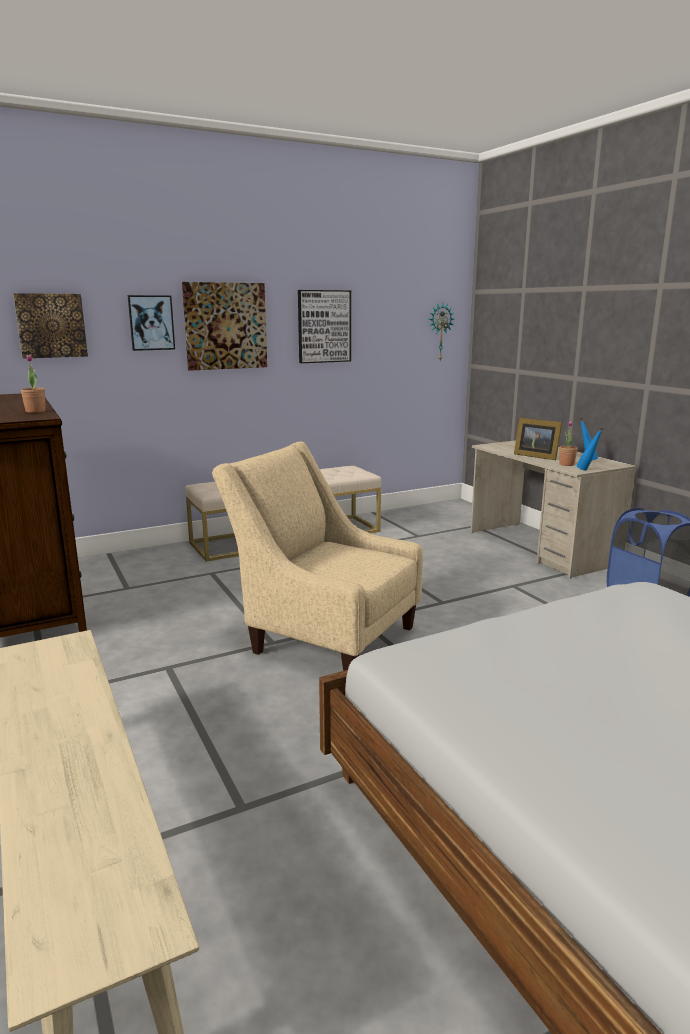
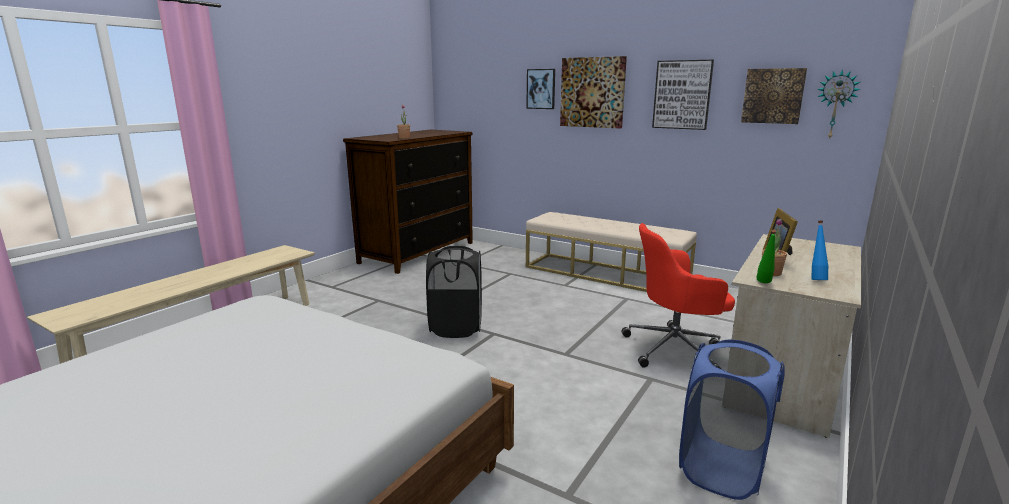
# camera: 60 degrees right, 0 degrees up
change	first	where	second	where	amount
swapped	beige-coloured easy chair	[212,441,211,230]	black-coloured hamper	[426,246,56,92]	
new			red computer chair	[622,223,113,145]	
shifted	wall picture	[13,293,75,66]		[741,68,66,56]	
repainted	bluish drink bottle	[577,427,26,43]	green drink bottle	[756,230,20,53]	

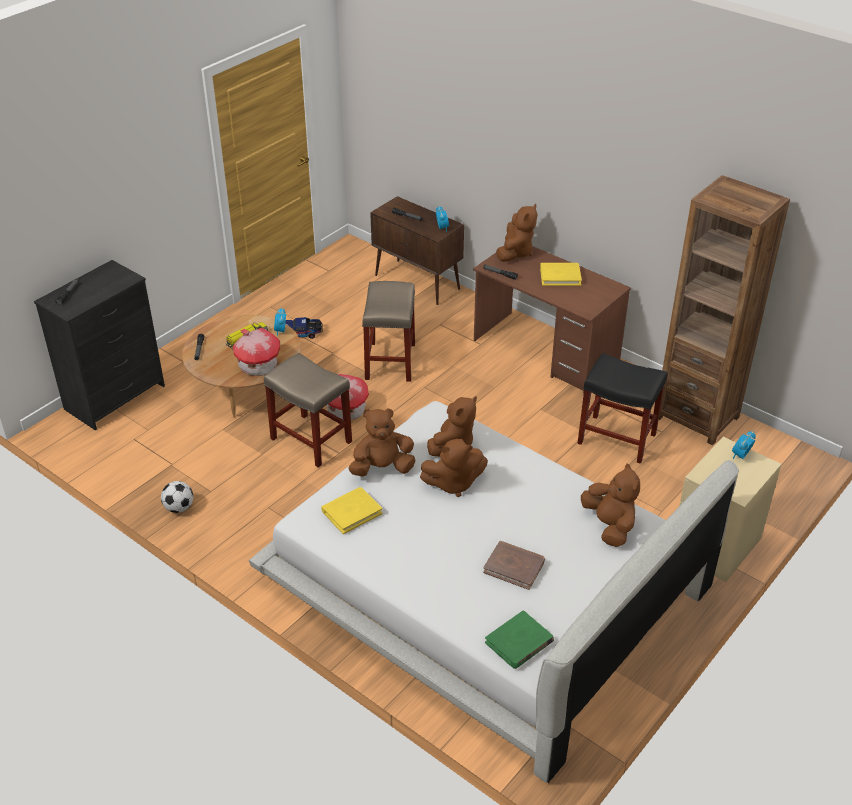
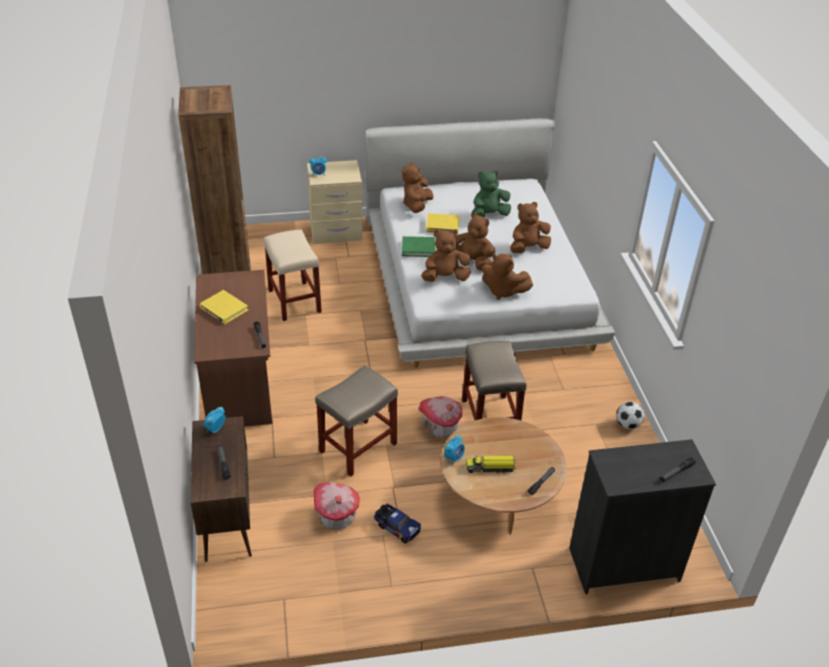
# camera: 140 degrees left, 0 degrees up
change	first	where	second	where	amount
repainted	black-coloured stool	[578,353,89,111]	beige-coloured stool	[264,230,58,91]	
shifted	model house	[233,328,47,48]		[314,482,46,48]	
shifted	green volume	[485,610,69,59]		[402,236,33,21]	
shifted	yellow volume	[321,487,62,47]		[426,213,34,21]	
swapped	brown-coloured volume	[483,541,62,49]	green cuddly toy	[471,170,40,47]	
shifted	brown-coloured cuddly toy	[496,204,41,58]		[510,202,41,51]	

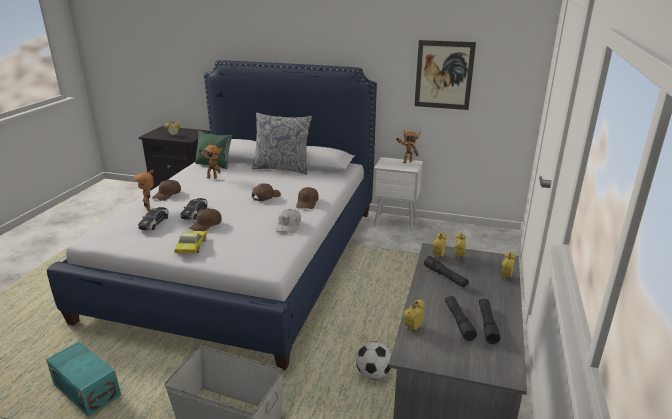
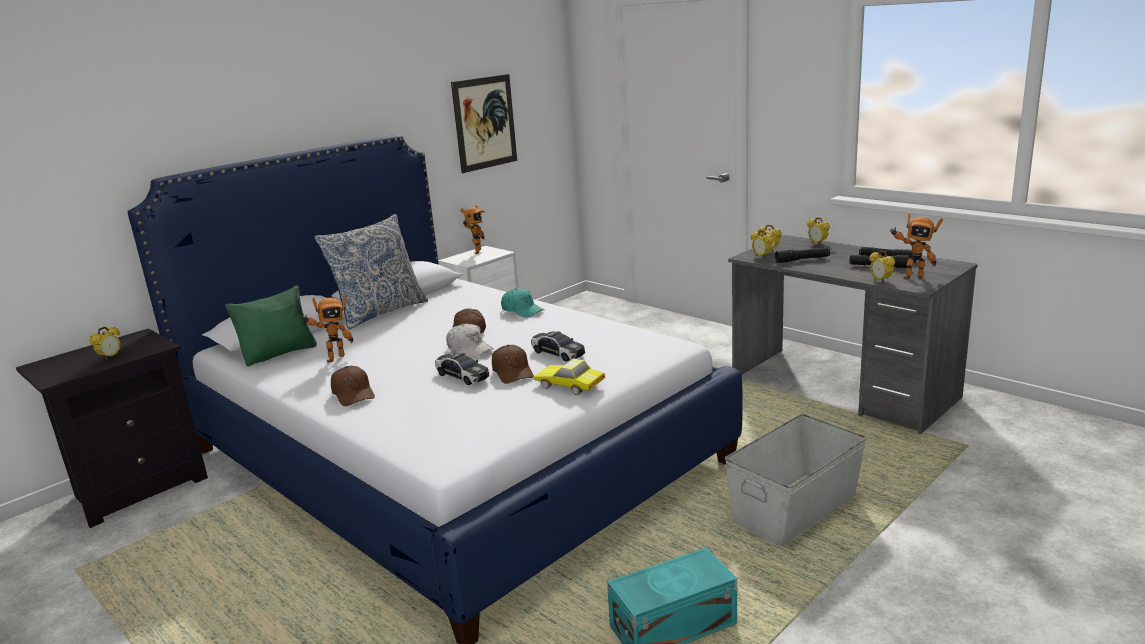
# camera: 60 degrees left, 5 degrees down
change	first	where	second	where	amount
shifted	white-coloured baseball cap	[276,209,25,24]		[446,324,48,34]	
repainted	brown-coloured baseball cap	[296,187,23,22]	turquoise-coloured baseball cap	[501,288,43,30]	
shifted	toy car	[138,207,31,23]		[531,331,54,31]	
shifted	toy robot	[134,170,20,41]		[890,213,53,66]	
gone	ball for football	[356,341,35,38]			

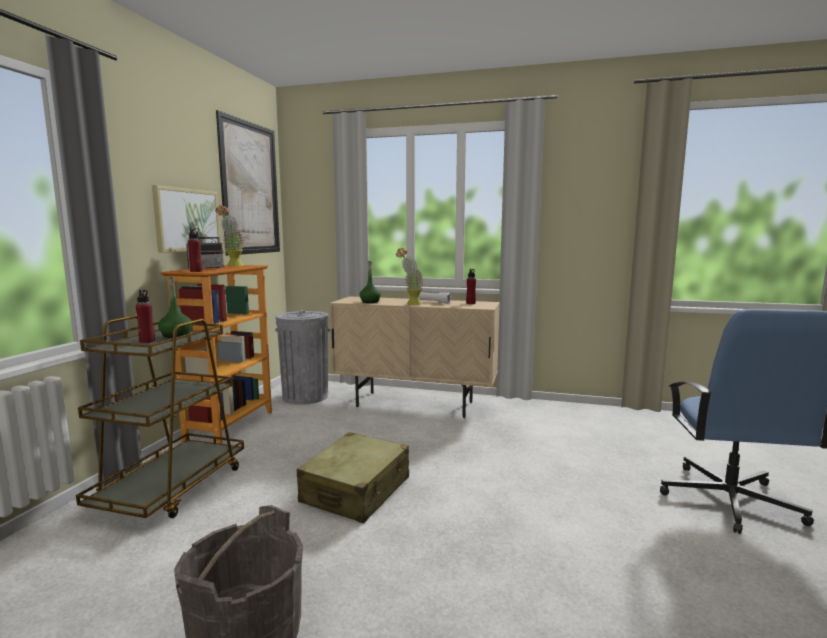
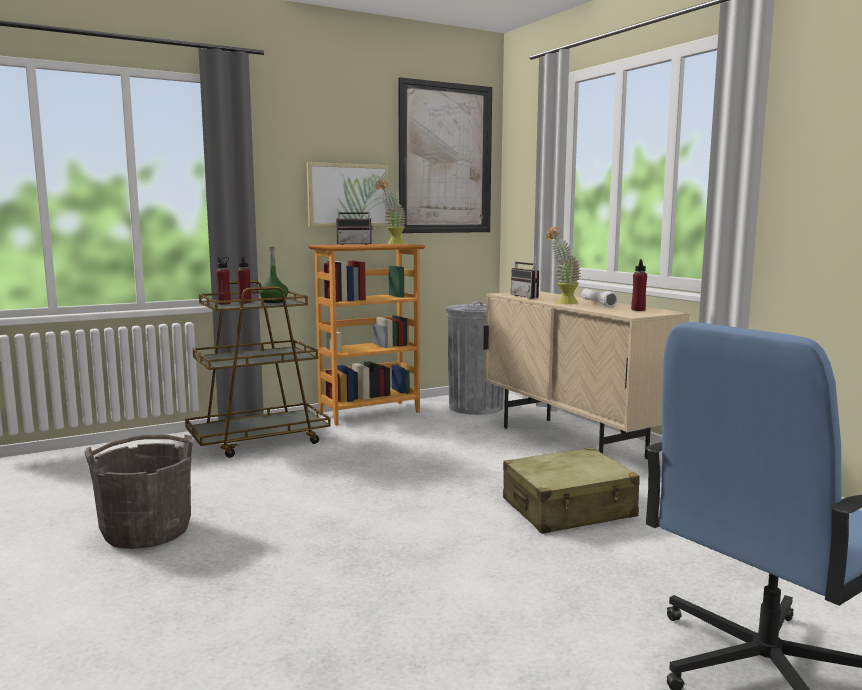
# camera: 45 degrees right, 0 degrees up
change	first	where	second	where	amount
shifted	red drink bottle	[188,228,15,44]		[216,257,15,48]	
shifted	beige-coloured piece of luggage	[297,432,112,91]		[503,447,137,87]	
swapped	green drink bottle	[360,261,21,42]	radio	[511,254,28,45]	

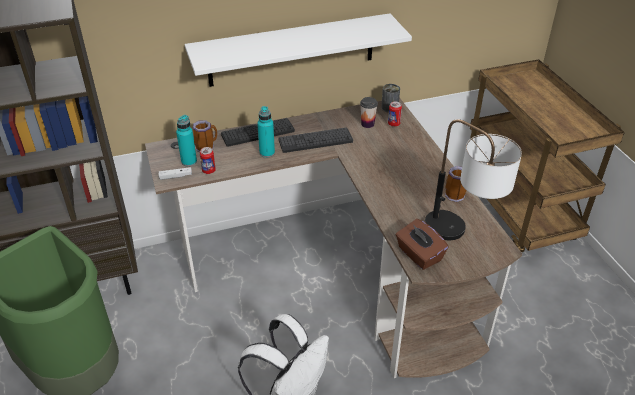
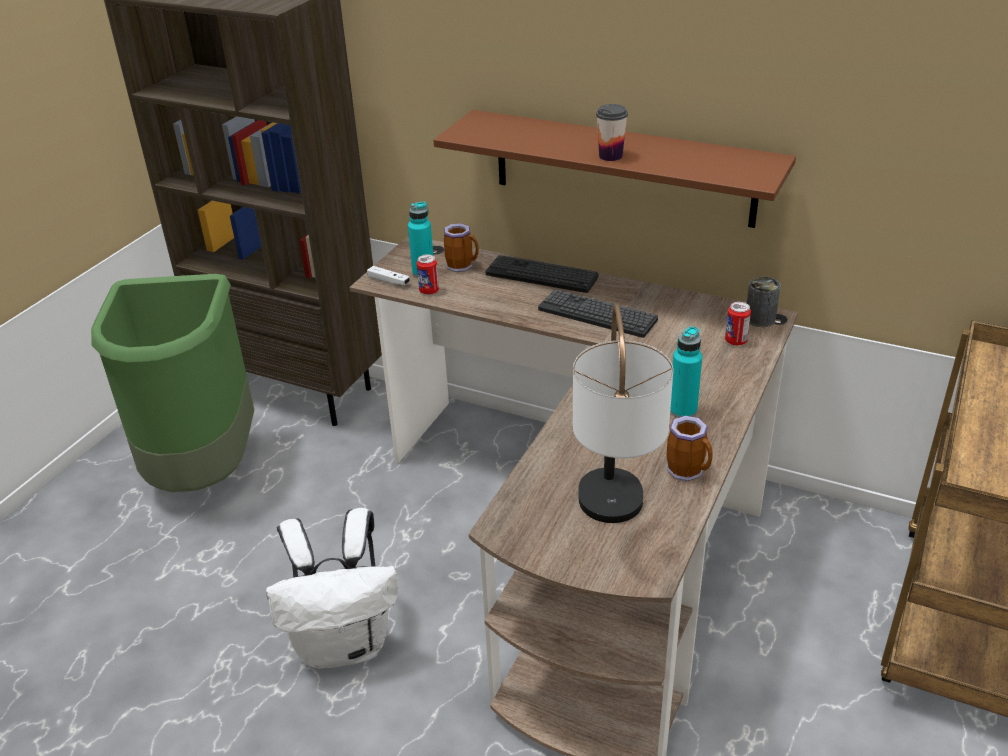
# camera: 45 degrees right, 5 degrees down
change	first	where	second	where	amount
repainted	white-coloured bracket shelf	[185,13,227,74]	brown-coloured bracket shelf	[434,110,362,118]	
shifted	small cup	[360,97,18,31]		[596,104,32,57]	
shifted	turquoise-coloured drink bottle	[257,106,18,52]		[670,326,32,92]	
gone	brown-coloured tissue holder	[396,219,53,51]			

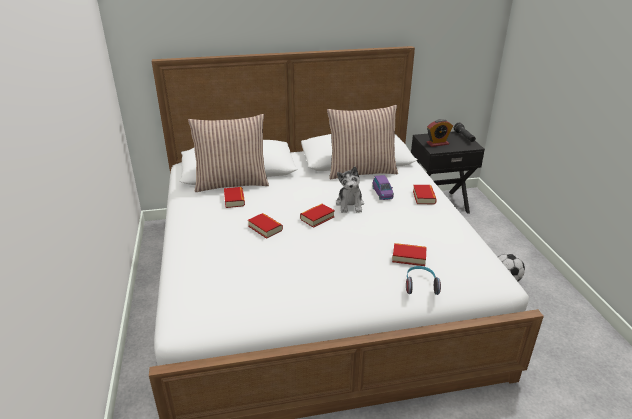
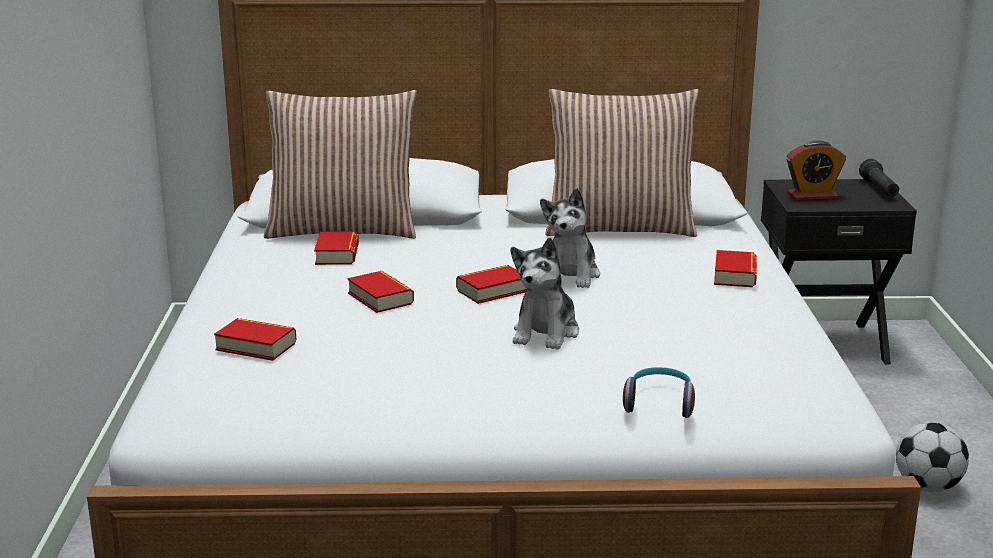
# camera: 10 degrees right, 10 degrees down
change	first	where	second	where	amount
shifted	volume	[392,243,34,23]		[214,318,82,43]	
new			cuddly toy	[511,237,68,113]	
gone	purple-coloured toy car	[372,175,22,25]			

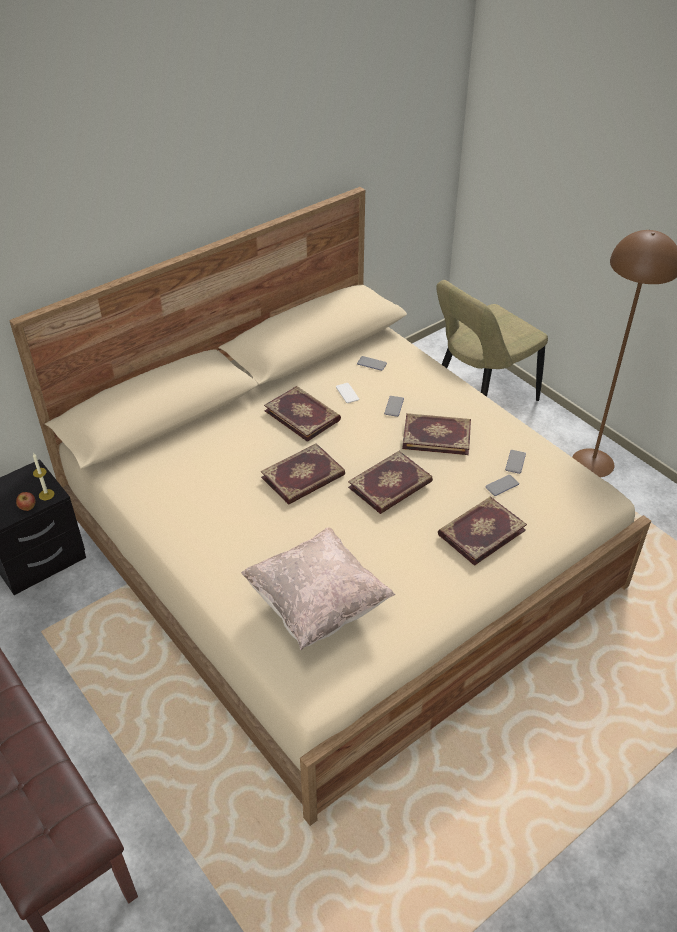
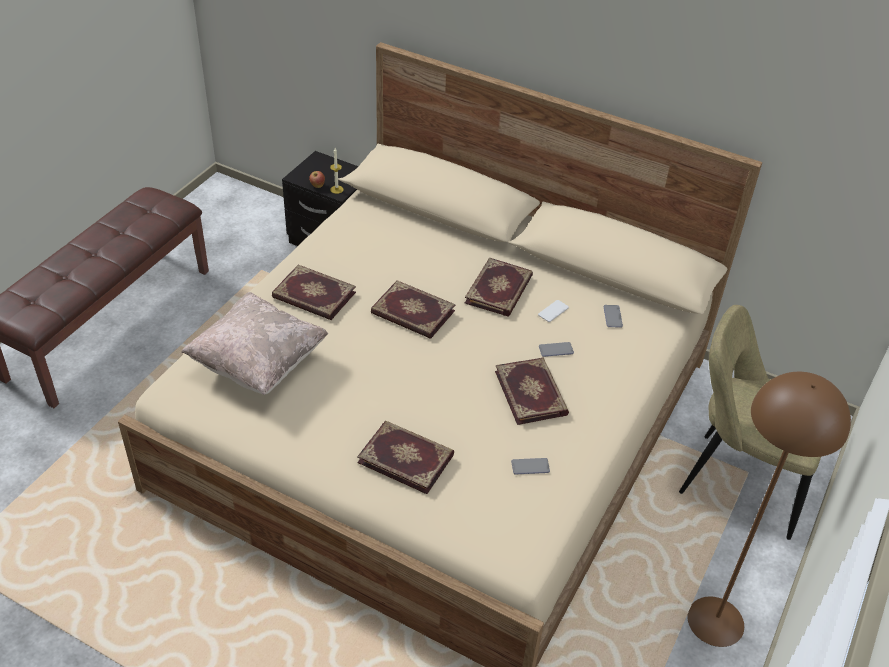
# camera: 65 degrees right, 0 degrees up
change	first	where	second	where	amount
shifted	volume	[348,451,85,63]		[272,265,84,55]	
gone	telephone	[485,475,34,21]			

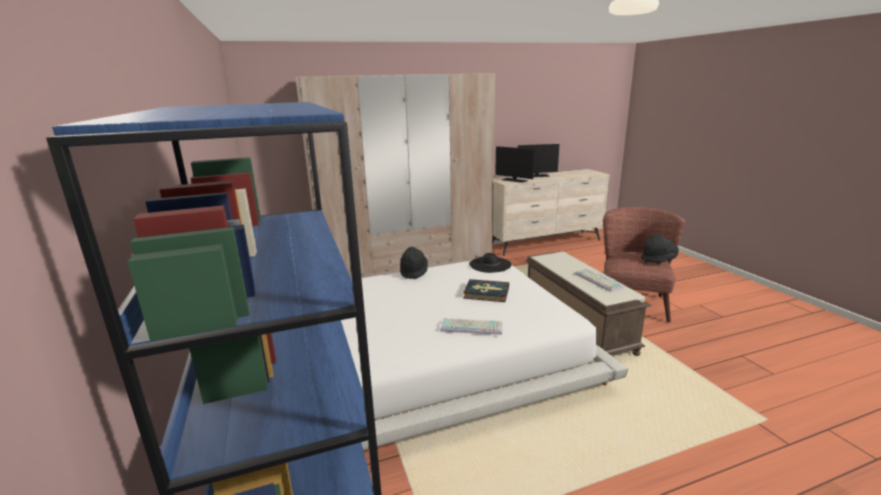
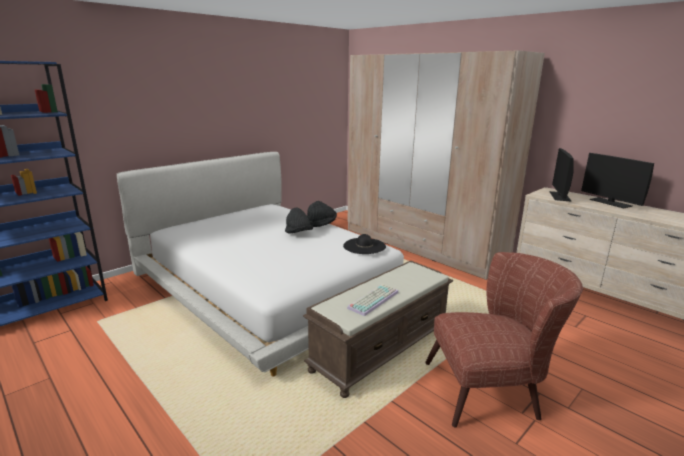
# camera: 65 degrees right, 0 degrees up
change	first	where	second	where	amount
shifted	black-coloured wearable hat	[641,234,38,29]		[285,208,28,25]	
gone	keyboard	[440,318,62,17]			
gone	volume	[463,279,46,23]			

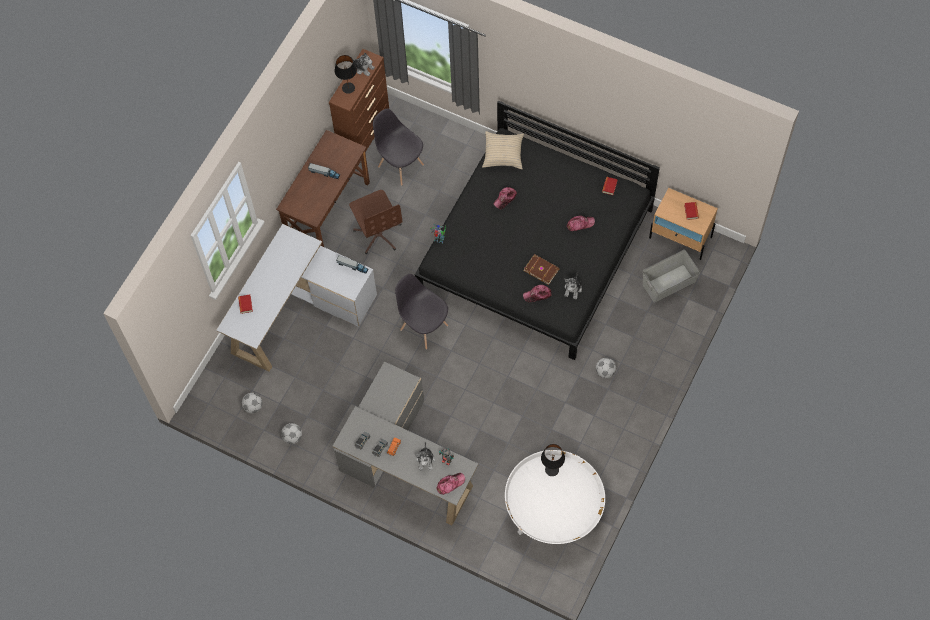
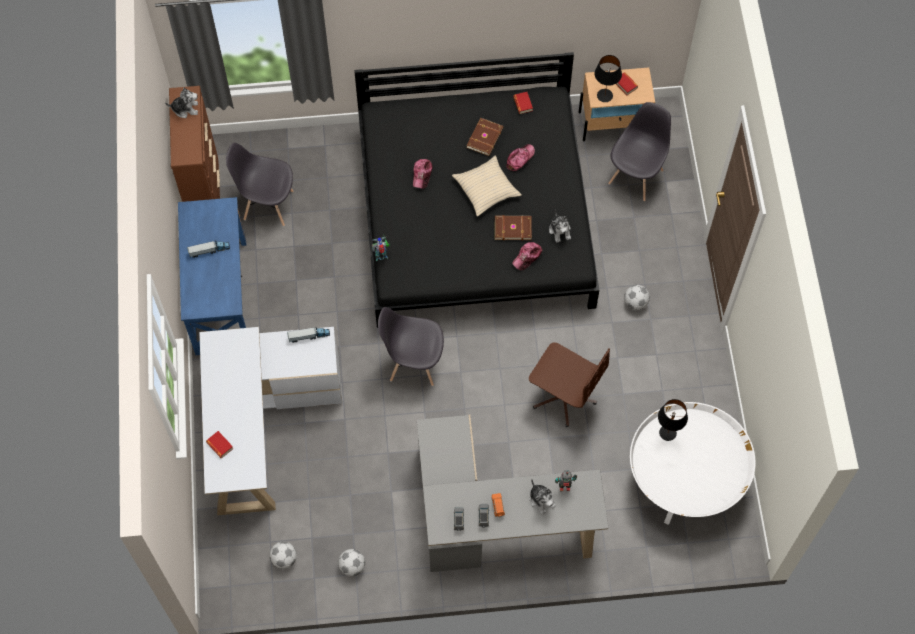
# camera: 35 degrees left, 0 degrees up
change	first	where	second	where	amount
repainted	brown-coloured desk	[276,130,94,117]	bluish desk	[178,197,68,158]	
shifted	beige-coloured throw pillow	[482,131,42,38]		[452,156,69,61]	
new			brown-coloured volume	[466,118,38,38]	
shifted	brown-coloured computer chair	[349,190,54,64]		[529,342,81,85]	
shifted	black-coloured lamp for a table	[335,55,22,39]		[594,55,28,47]	
swapped	greyish storage box	[643,250,57,53]	greyish upright chair	[608,102,63,99]	
gone	baseball cap	[437,473,28,22]			

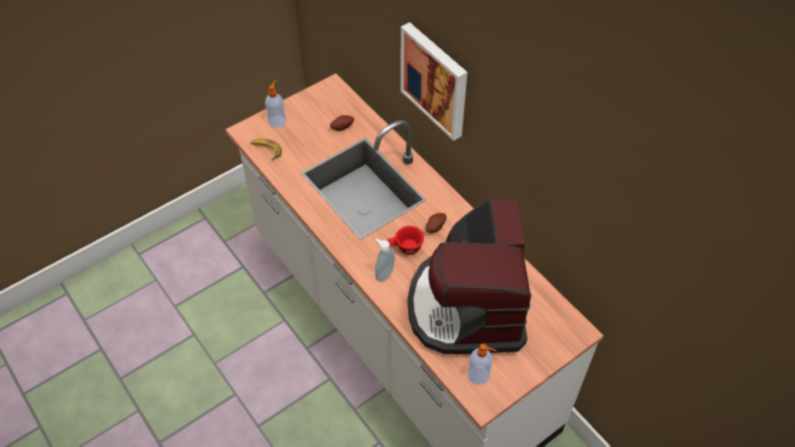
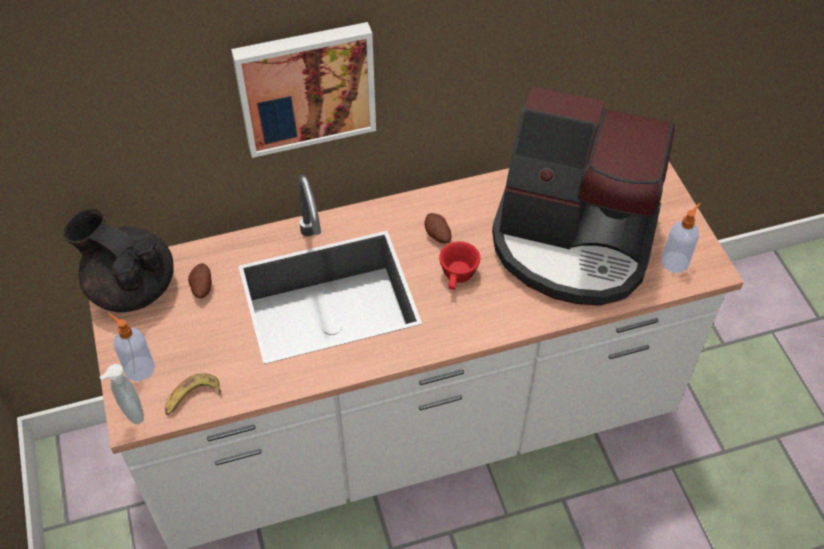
# camera: 70 degrees left, 0 degrees up
change	first	where	second	where	amount
new			black-coloured tea pot	[64,209,110,103]	
shifted	liquid soap bottle	[375,239,20,43]		[99,364,45,60]	

